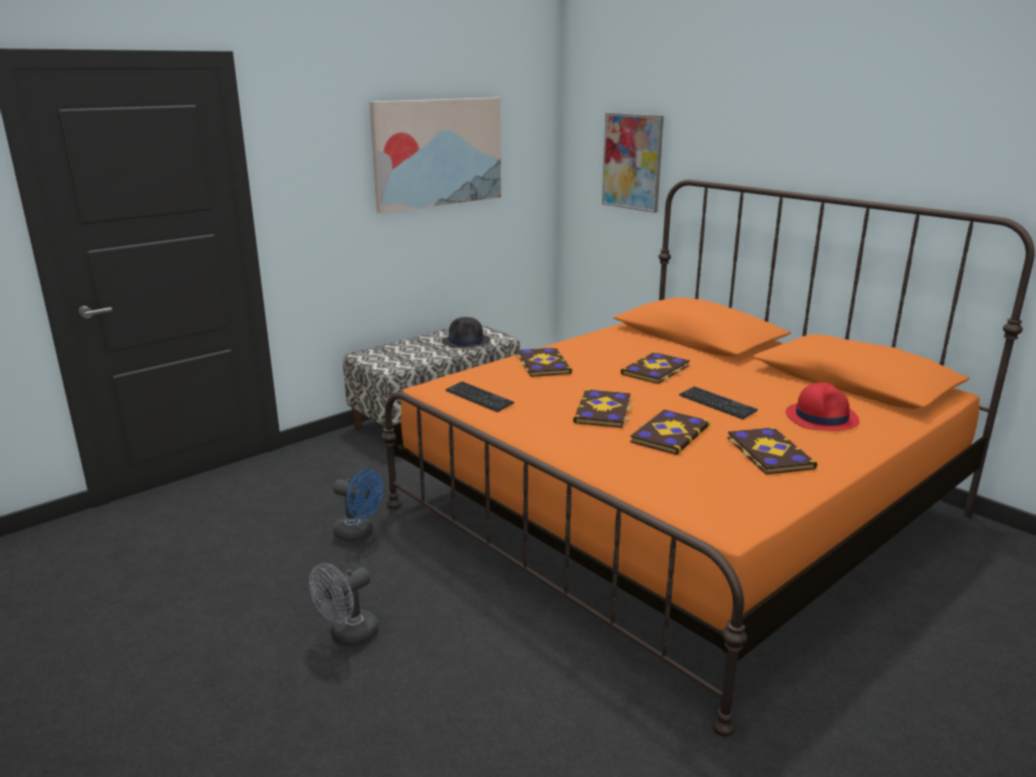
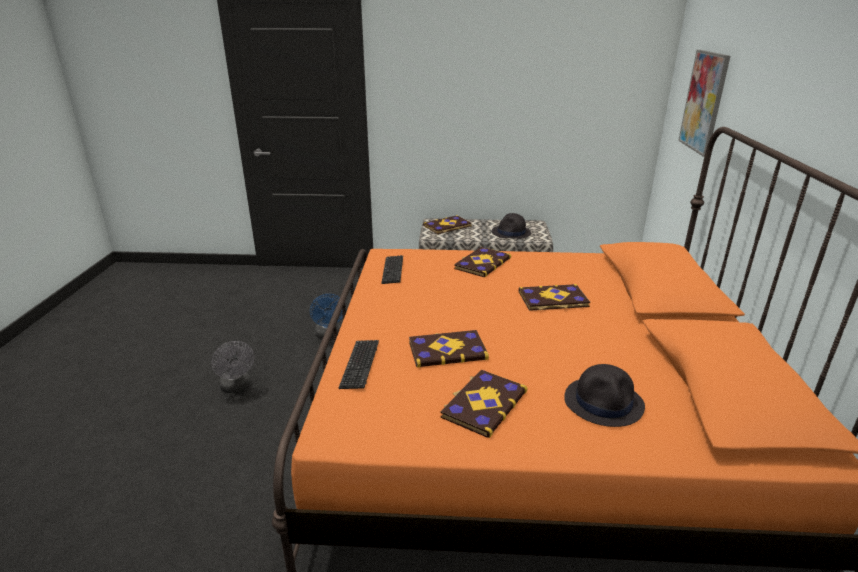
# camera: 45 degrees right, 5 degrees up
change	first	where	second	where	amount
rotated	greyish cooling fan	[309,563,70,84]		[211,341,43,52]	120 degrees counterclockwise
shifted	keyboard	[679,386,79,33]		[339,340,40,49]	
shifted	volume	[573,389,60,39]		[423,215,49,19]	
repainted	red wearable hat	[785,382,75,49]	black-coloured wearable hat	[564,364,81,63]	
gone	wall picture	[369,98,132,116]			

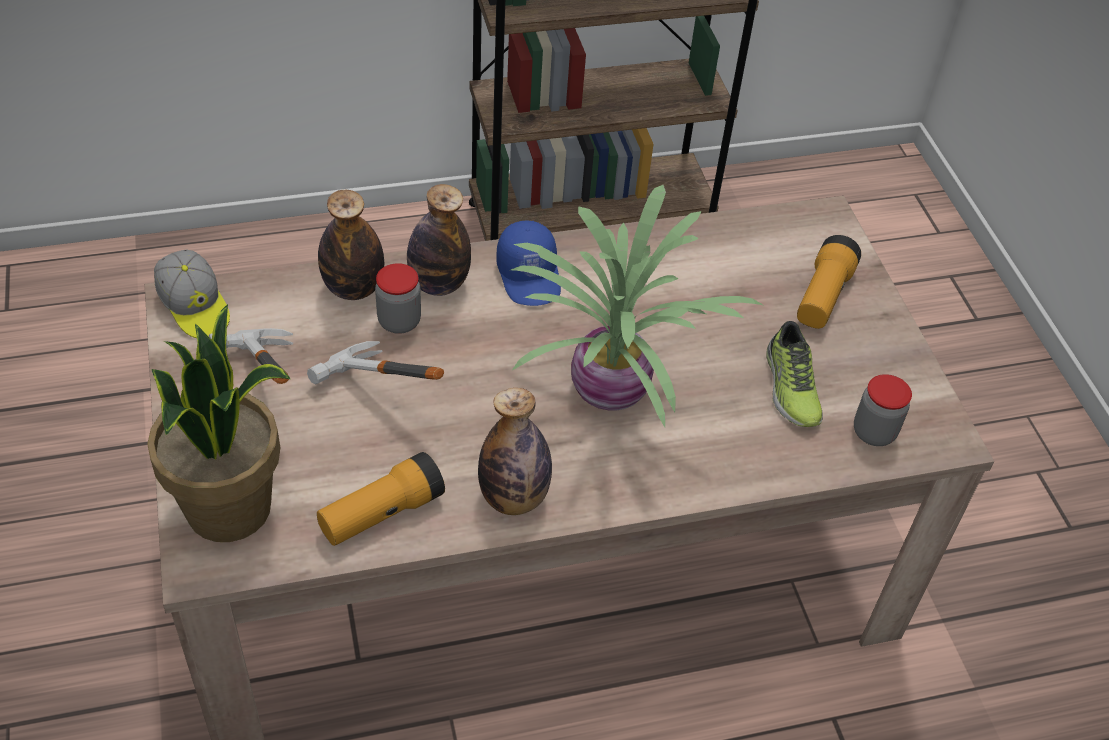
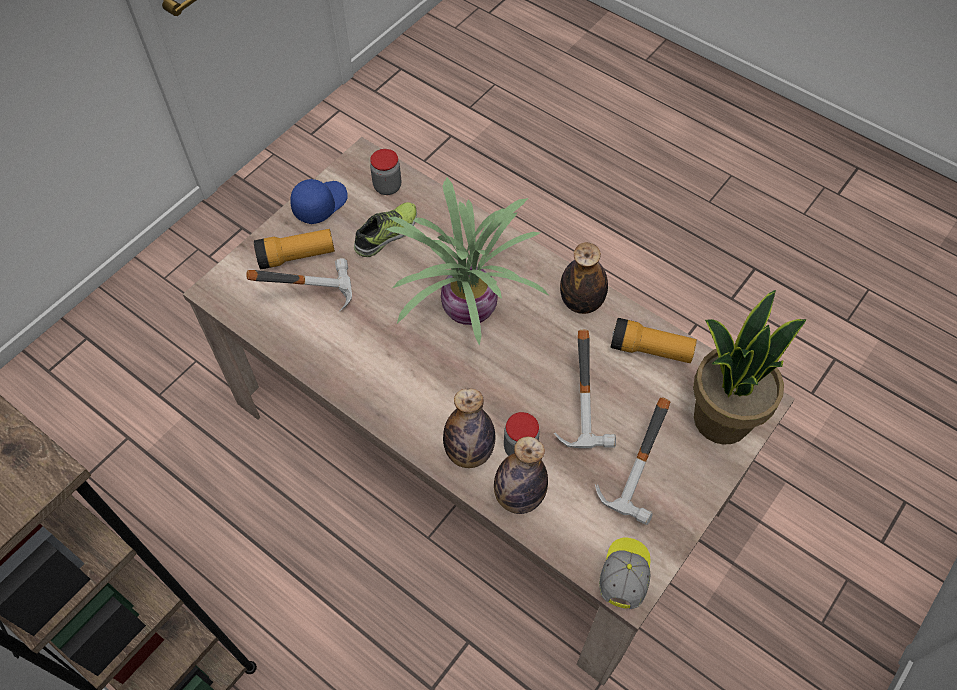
# camera: 125 degrees left, 10 degrees up
change	first	where	second	where	amount
new			tool hammer	[246,258,106,53]	
shifted	bluish baseball cap	[496,221,65,85]		[290,179,58,45]	

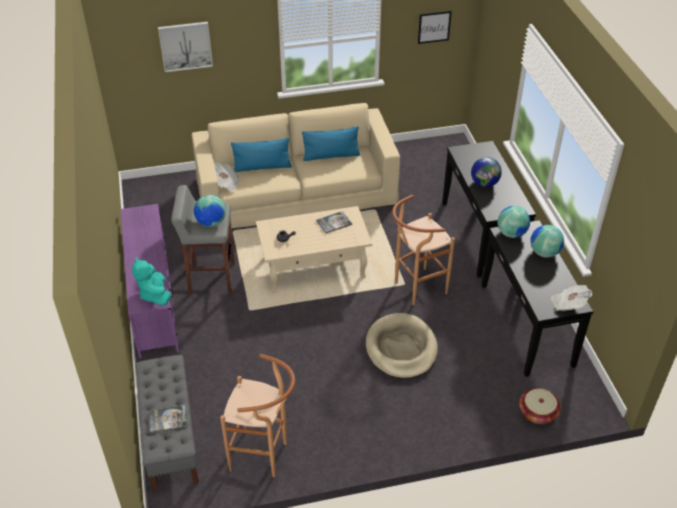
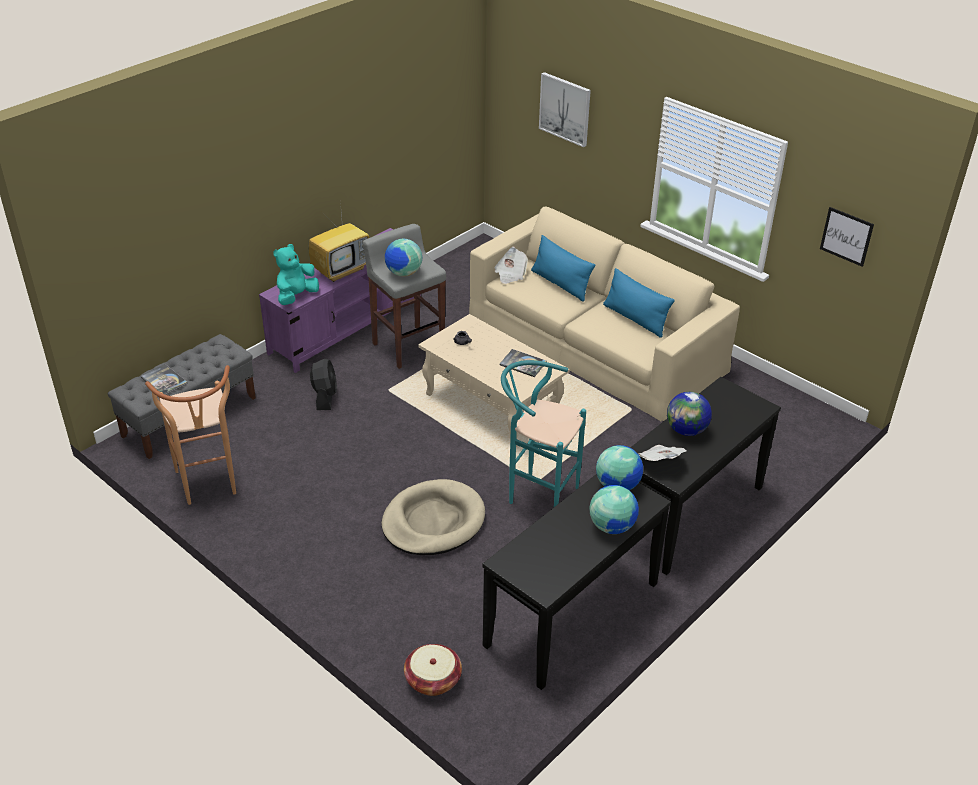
# camera: 55 degrees right, 5 degrees down
change	first	where	second	where	amount
new			TV	[309,202,60,80]	
new			black-coloured cooling fan	[310,359,27,51]	
repainted	brown-coloured stool	[392,195,63,110]	turquoise-coloured stool	[501,360,85,147]	
shifted	printed paper	[551,285,41,26]		[638,445,49,16]	

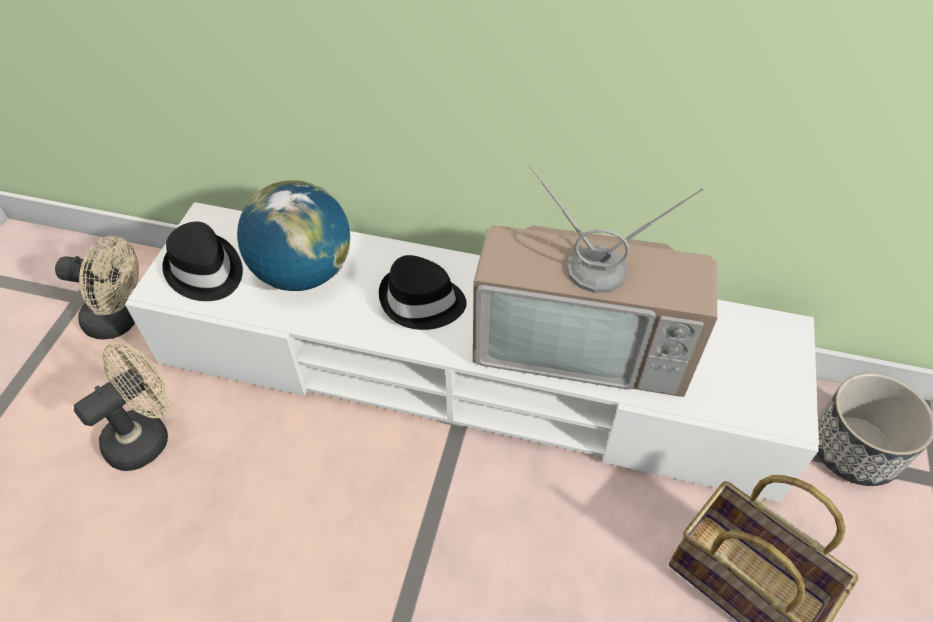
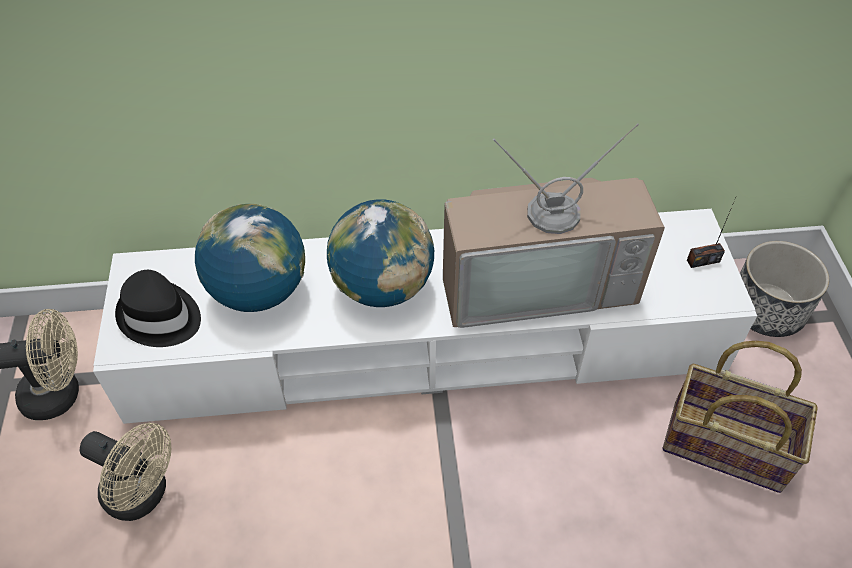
# camera: 20 degrees left, 0 degrees up
change	first	where	second	where	amount
rotated	beige-coloured cooling fan	[74,342,95,129]		[80,423,91,98]	90 degrees clockwise
swapped	black-coloured wearable hat	[379,255,88,75]	world globe	[327,199,107,108]	
new			radio	[687,200,48,68]	

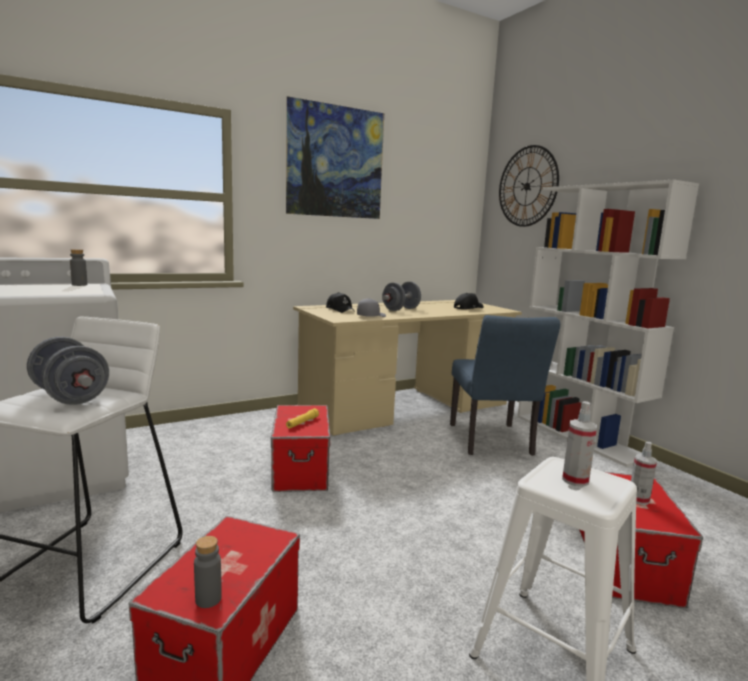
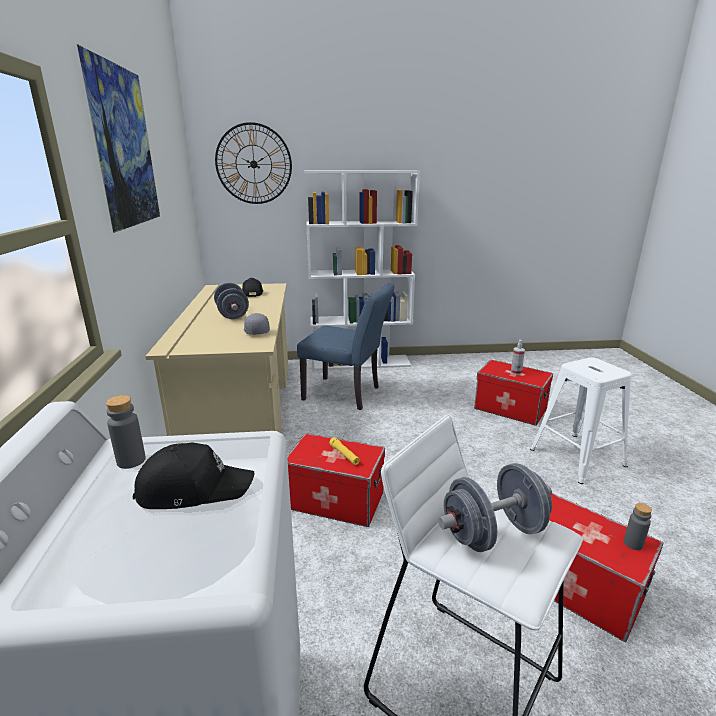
# camera: 65 degrees left, 10 degrees up
change	first	where	second	where	amount
shifted	black-coloured baseball cap	[326,292,29,21]		[133,443,122,66]	
gone	hand sprayer	[562,401,35,86]			

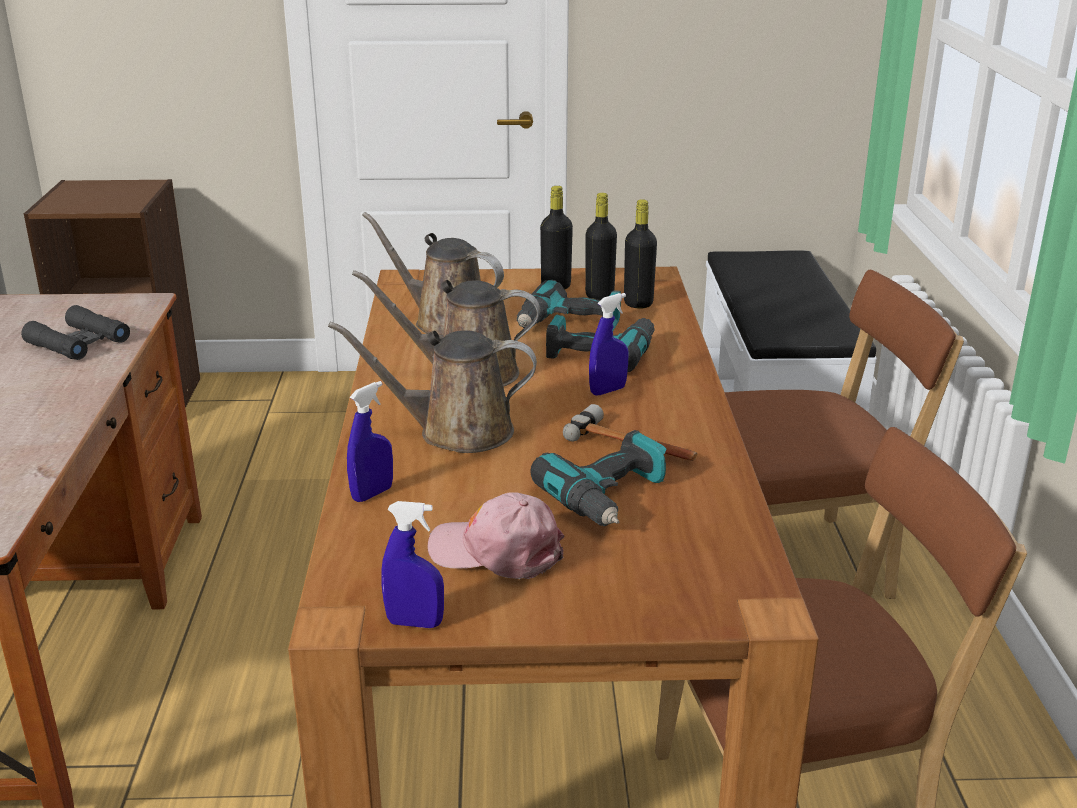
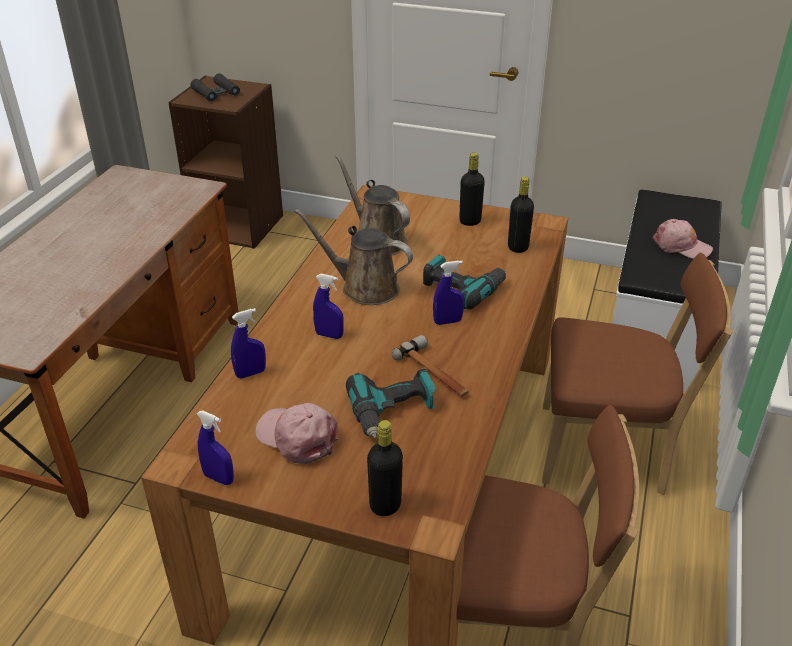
# camera: 20 degrees right, 10 degrees up
change	first	where	second	where	amount
shifted	black-coloured binoculars	[21,305,109,55]		[190,74,50,28]	
swapped	brown-coloured watering pot	[328,322,209,131]	bluish hand sprayer	[313,274,31,65]	
shifted	black-coloured drink bottle	[585,193,32,107]		[367,420,36,96]	
new			pink baseball cap	[653,219,60,40]	
gone	power drill	[516,280,105,51]			

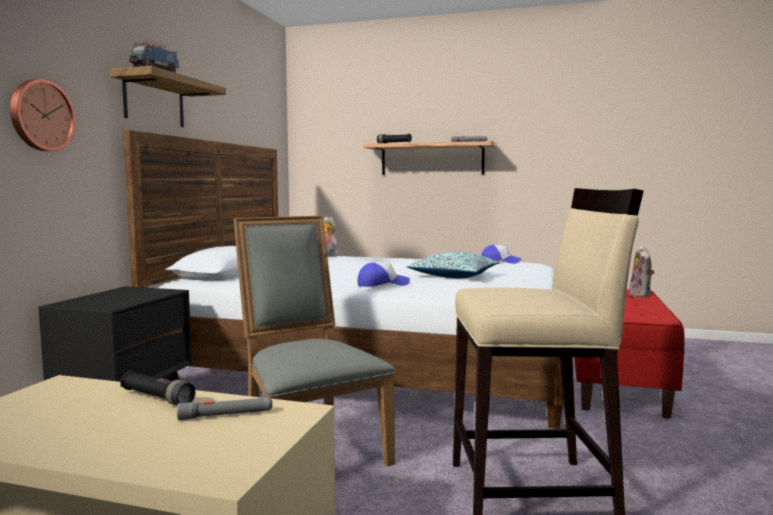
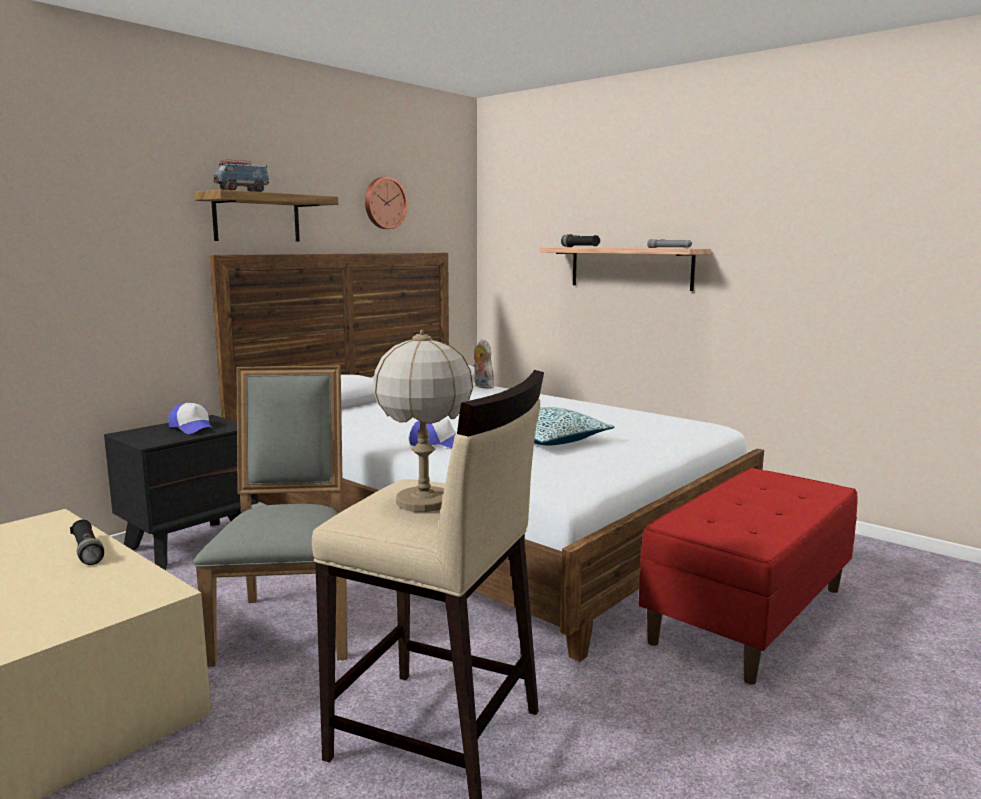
# camera: 25 degrees right, 5 degrees up
change	first	where	second	where	amount
shifted	baseball cap	[481,245,41,19]		[168,402,45,32]	
shifted	hanging clock	[10,79,66,72]		[365,177,42,52]	
new			lamp for a table	[373,330,100,182]	
gone	greyish hand torch	[177,397,96,23]			
gone	cuddly toy	[629,245,26,52]			

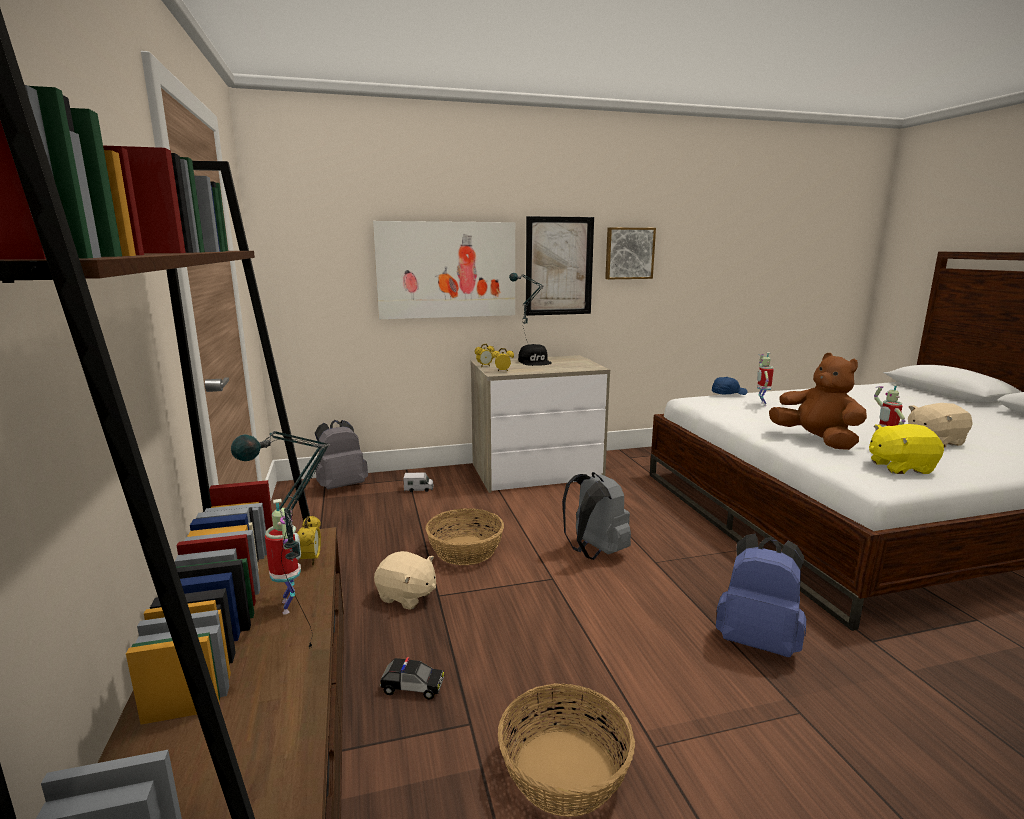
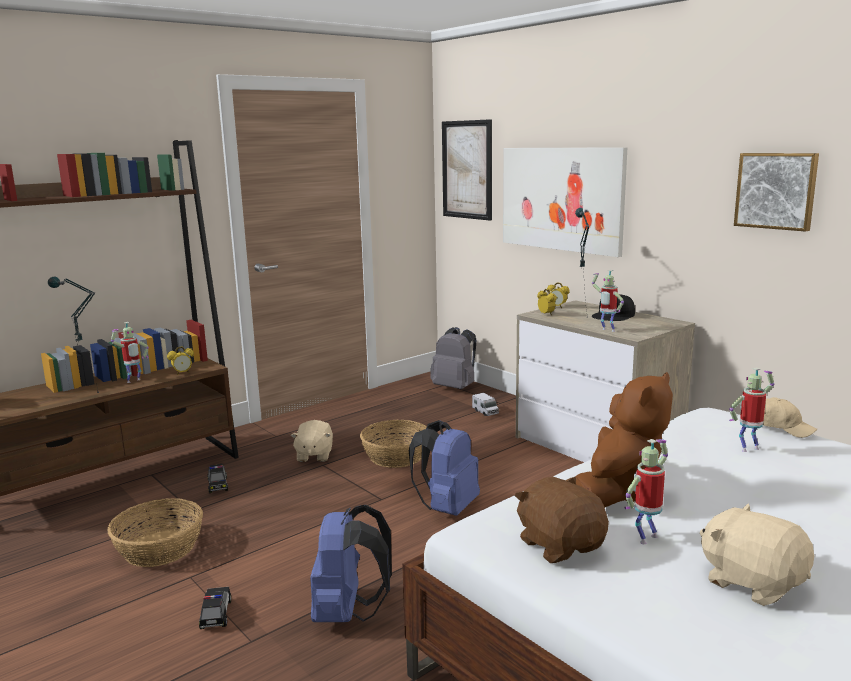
# camera: 65 degrees right, 0 degrees up
change	first	where	second	where	amount
new			toy car	[199,587,32,42]	
repainted	greyish rucksack	[562,472,69,88]	bluish rucksack	[409,420,71,96]	
shifted	wall picture	[526,216,68,100]		[442,119,50,102]	
repainted	yellow cuddly toy	[869,424,75,50]	brown-coloured cuddly toy	[515,477,94,86]	
new			toy robot	[592,270,32,62]	
repainted	bluish baseball cap	[712,377,35,18]	beige-coloured baseball cap	[763,397,54,41]	

